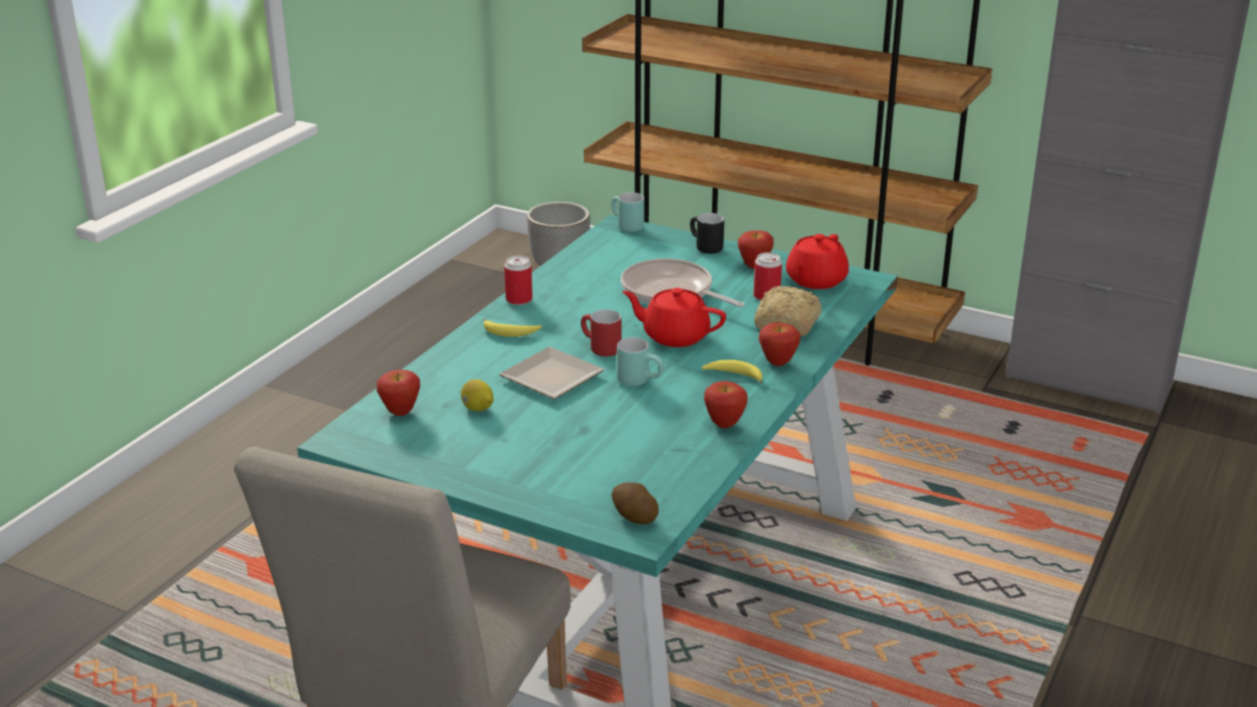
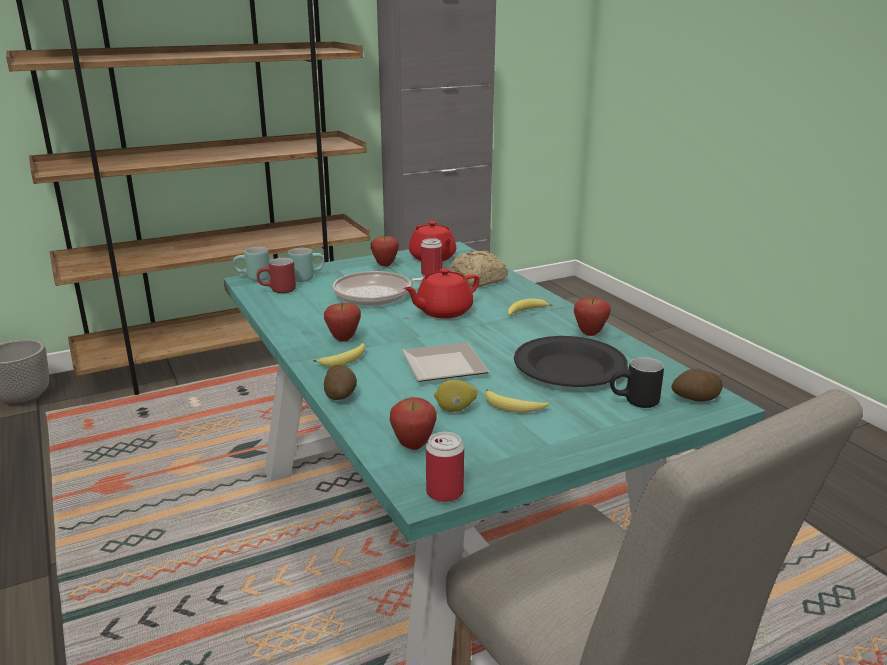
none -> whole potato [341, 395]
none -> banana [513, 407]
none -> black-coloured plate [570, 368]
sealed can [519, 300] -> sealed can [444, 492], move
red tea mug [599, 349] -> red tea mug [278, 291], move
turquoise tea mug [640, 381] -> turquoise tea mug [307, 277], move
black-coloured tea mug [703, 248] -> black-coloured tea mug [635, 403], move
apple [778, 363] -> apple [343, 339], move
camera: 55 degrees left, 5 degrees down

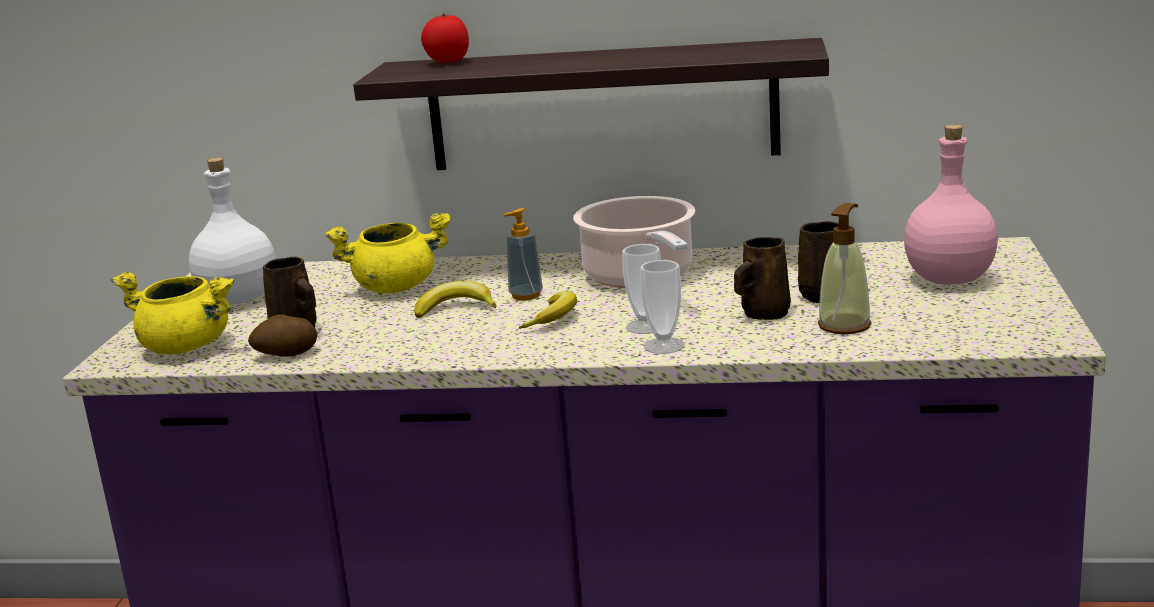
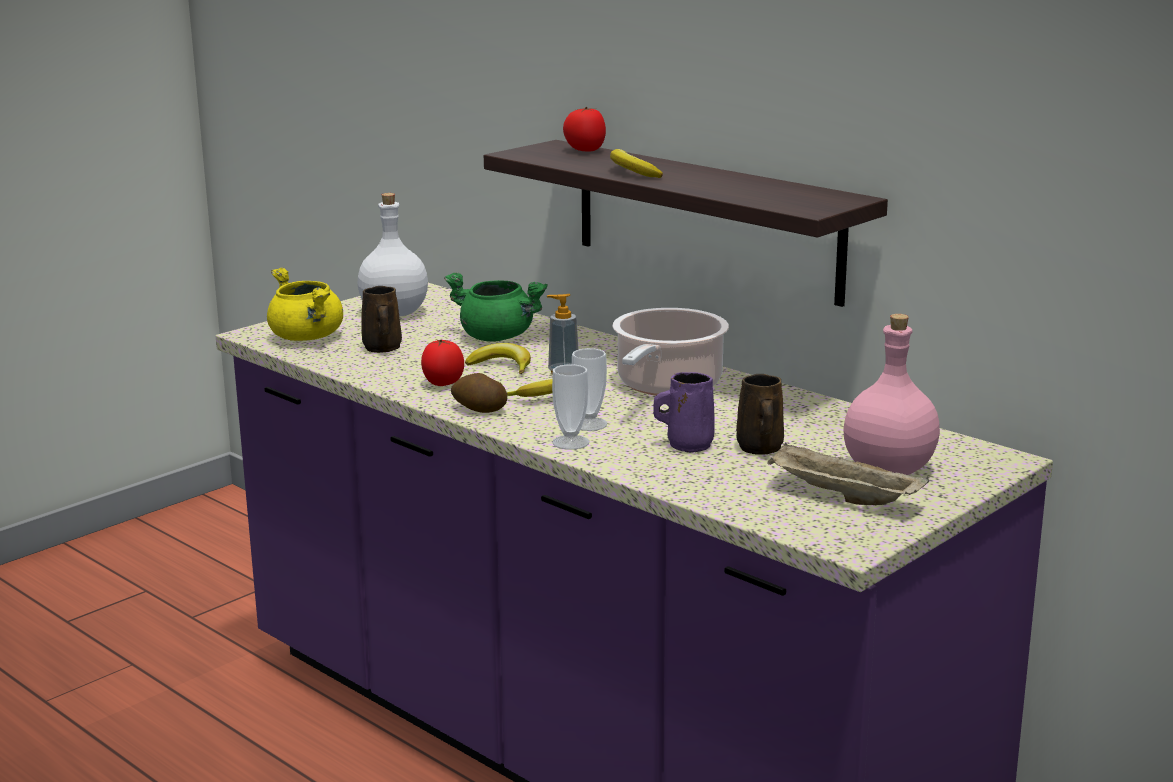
soap bottle [844, 325] -> none
none -> tomato [443, 384]
none -> banana [632, 172]
none -> beige-coloured carrying tray [841, 497]
whole potato [285, 355] -> whole potato [479, 410], move
yellow cooking pot [396, 287] -> green-coloured cooking pot [498, 337]
brownish tea mug [763, 314] -> purple-coloured tea mug [687, 445]
camera: 35 degrees right, 0 degrees up

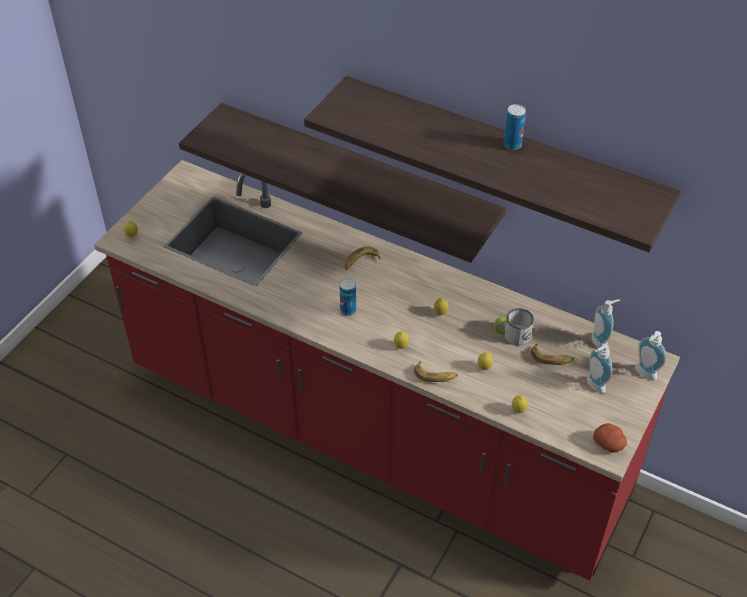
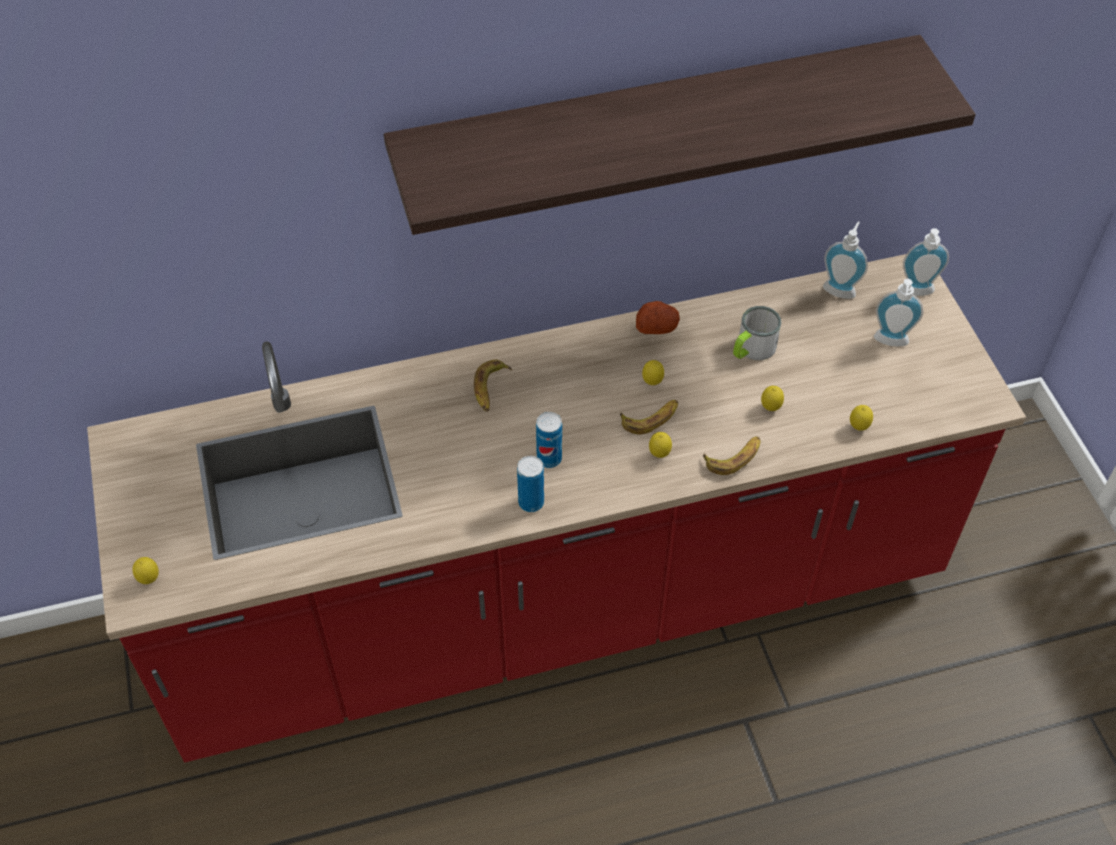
bracket shelf [357, 175] -> none
sealed can [512, 145] -> sealed can [531, 502], move
banana [551, 358] -> banana [650, 418], move
whole potato [609, 444] -> whole potato [657, 327], move
camera: 45 degrees left, 5 degrees up

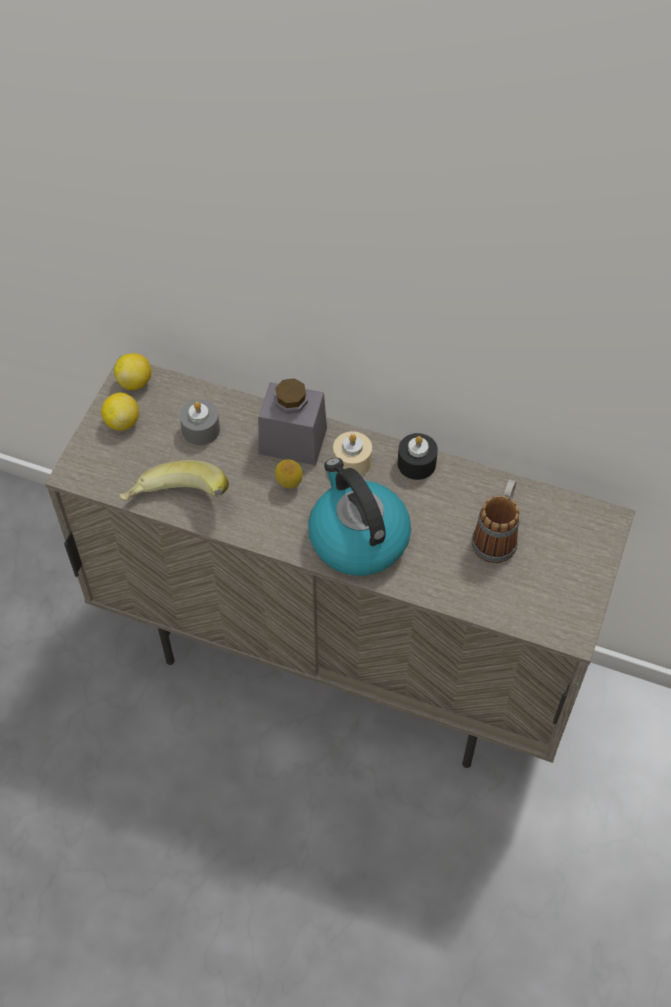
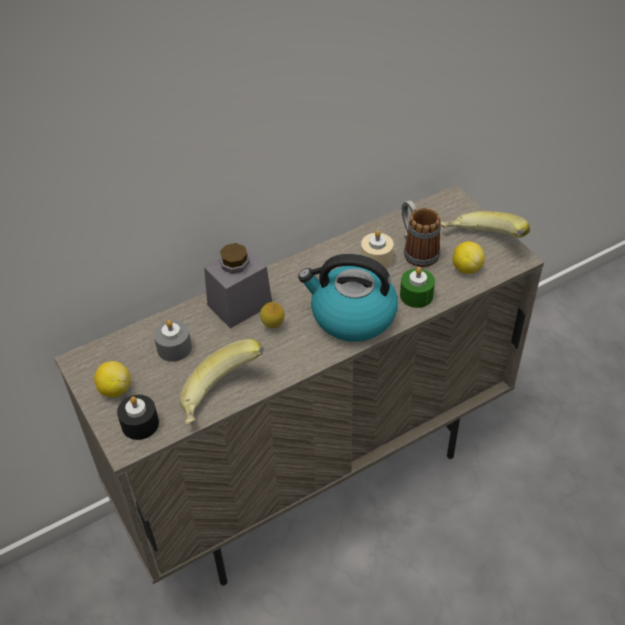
none -> green-coloured candle [416, 295]
none -> banana [481, 243]
whole lemon [135, 382] -> whole lemon [466, 268], move
beige-coloured candle [352, 461] -> beige-coloured candle [376, 259], move
black-coloured candle [416, 463] -> black-coloured candle [140, 424], move
camera: 50 degrees left, 10 degrees down

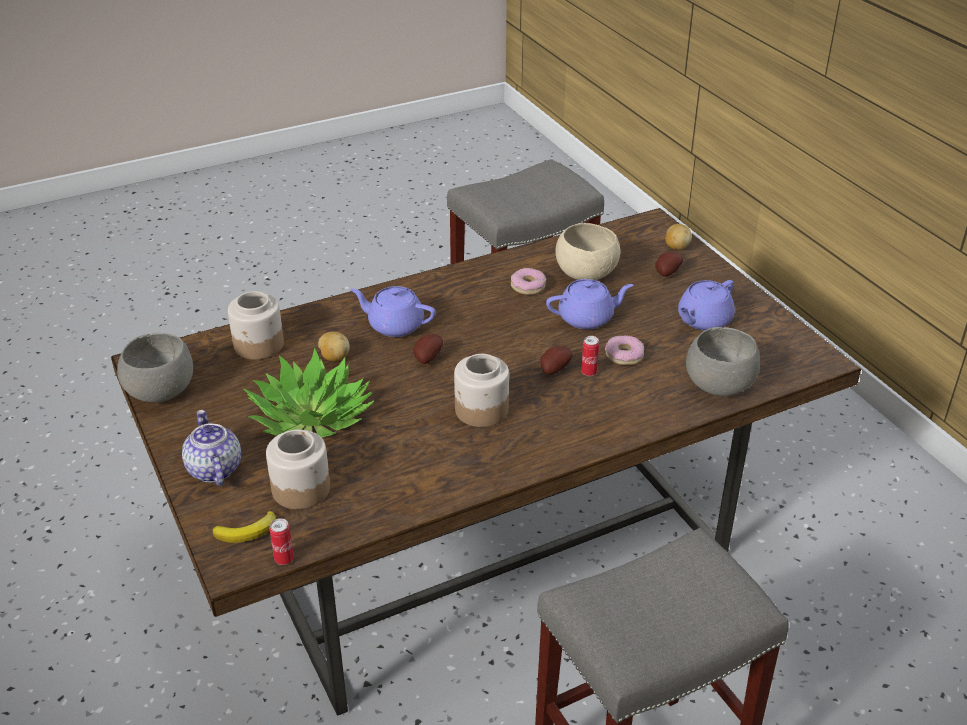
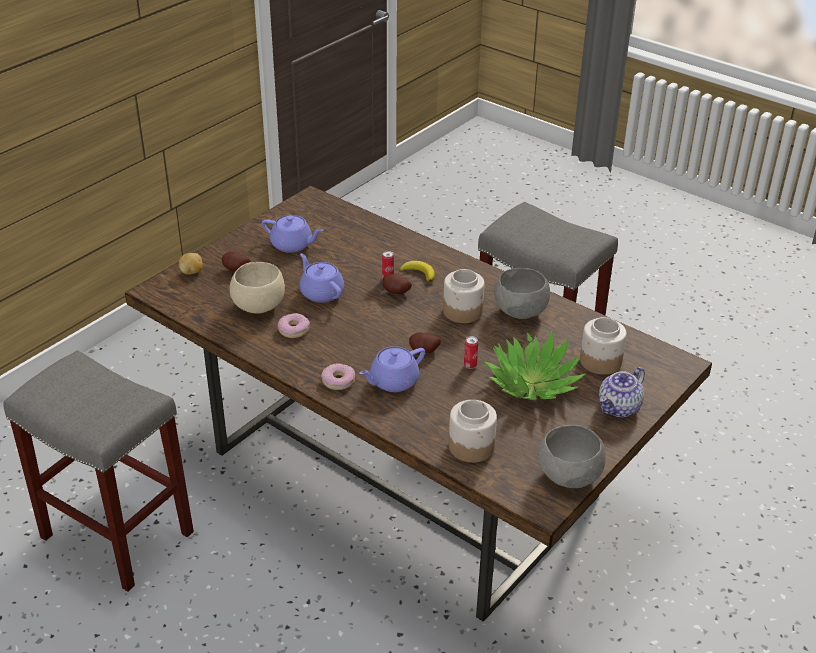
whole potato [334, 357] -> none
banana [247, 532] -> banana [419, 273], move
sealed can [284, 559] -> sealed can [470, 365], move
doughnut [624, 355] -> doughnut [338, 381], move
greyish serving bowl [718, 385] -> greyish serving bowl [520, 312], move
purple-coloured tea pot [394, 325] -> purple-coloured tea pot [393, 381], 60 degrees clockwise
camera: 115 degrees left, 0 degrees up

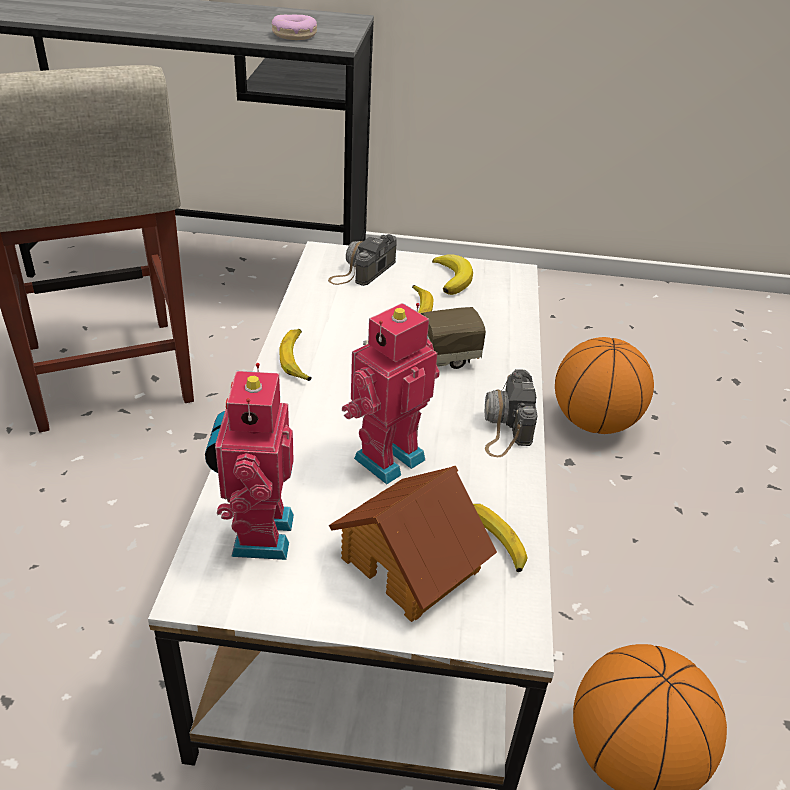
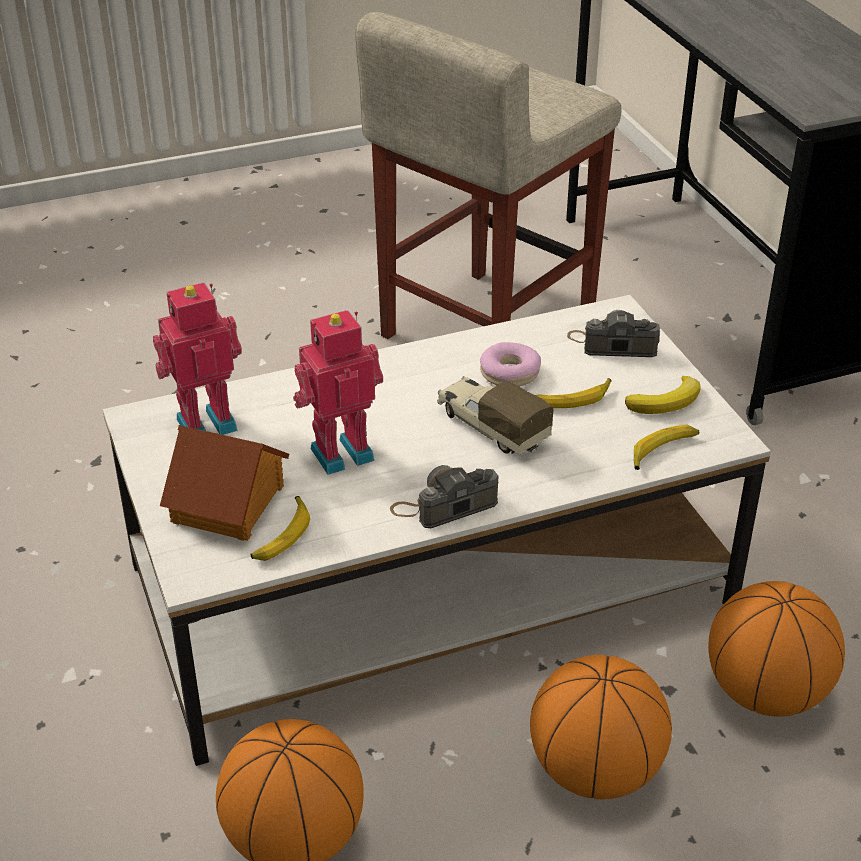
none -> basketball ball [594, 771]
doughnut [294, 35] -> doughnut [510, 373], move
banana [297, 360] -> banana [662, 451], move
toy robot [386, 456] -> toy robot [340, 451], 45 degrees counterclockwise
camera: 65 degrees right, 0 degrees up

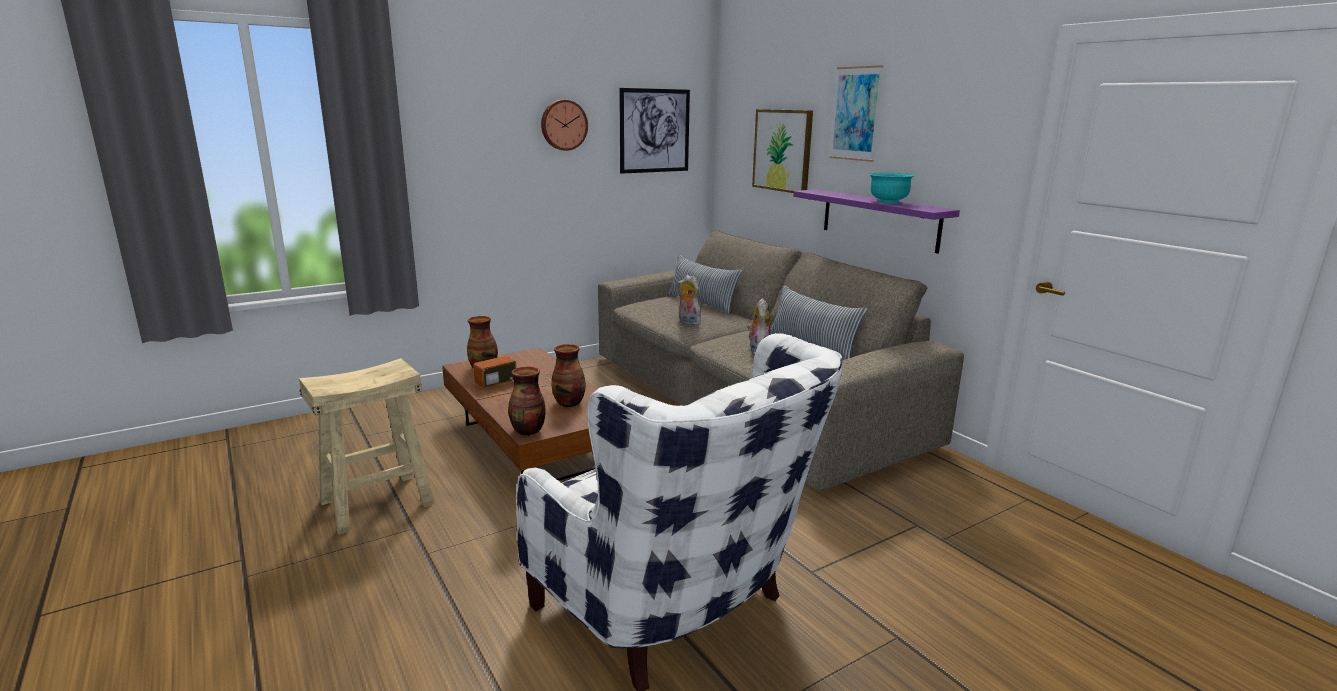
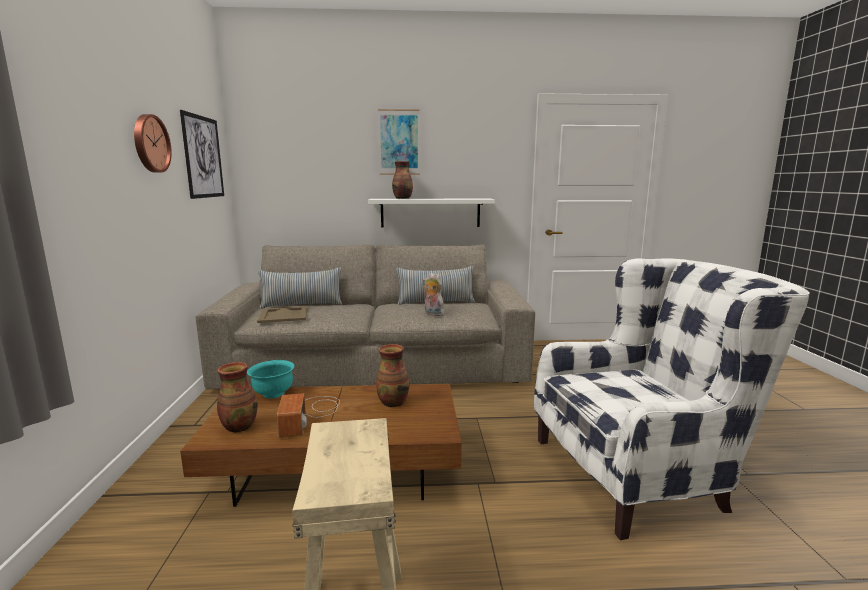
plush toy [687, 322] -> none
wall art [782, 150] -> none
none -> beige-coloured carrying tray [283, 315]
flower vase [528, 431] -> flower vase [403, 198], move
turquoise serving bowl [888, 202] -> turquoise serving bowl [273, 394], move
purple-coloured bracket shelf [879, 219] -> white bracket shelf [430, 212]
camera: 60 degrees left, 5 degrees down

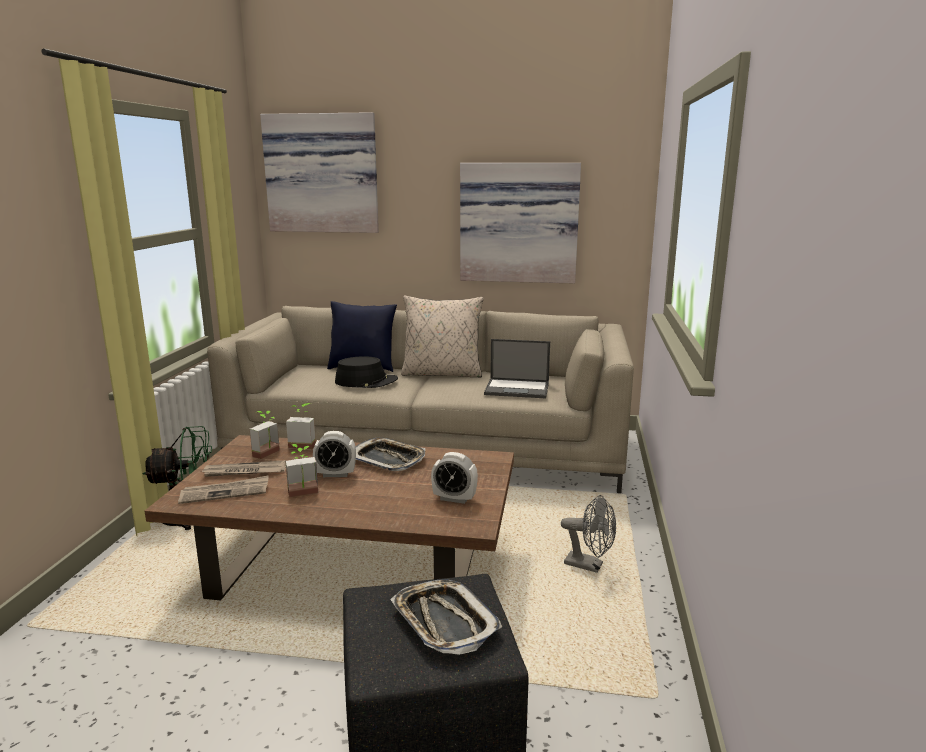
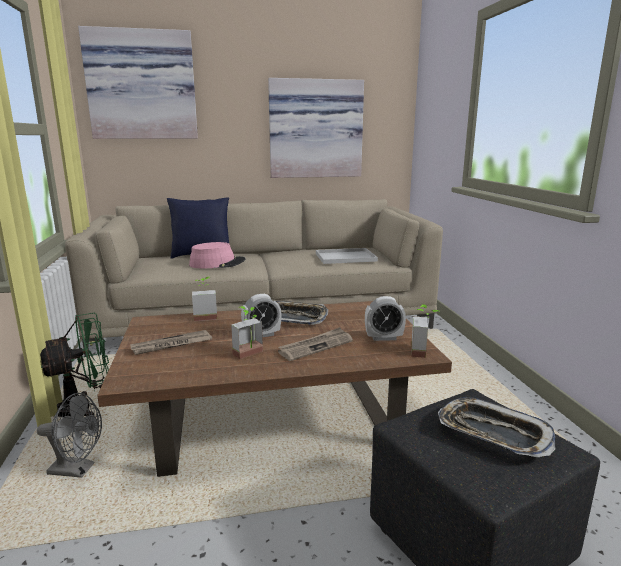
beige-coloured throw pillow [442, 373] -> none
daily paper [225, 492] -> daily paper [316, 346], move
potted plant [270, 454] -> potted plant [424, 351], move
greyish electric fan [589, 566] -> greyish electric fan [78, 470], move
laptop [518, 389] -> white carrying tray [346, 257]
black-coloured hat [366, 381] -> pinkish hat [217, 263]
camera: 20 degrees left, 0 degrees up

